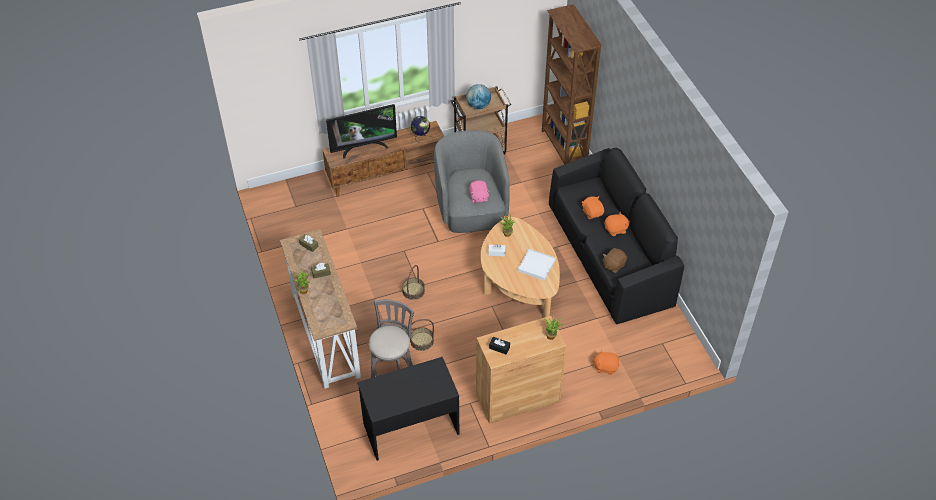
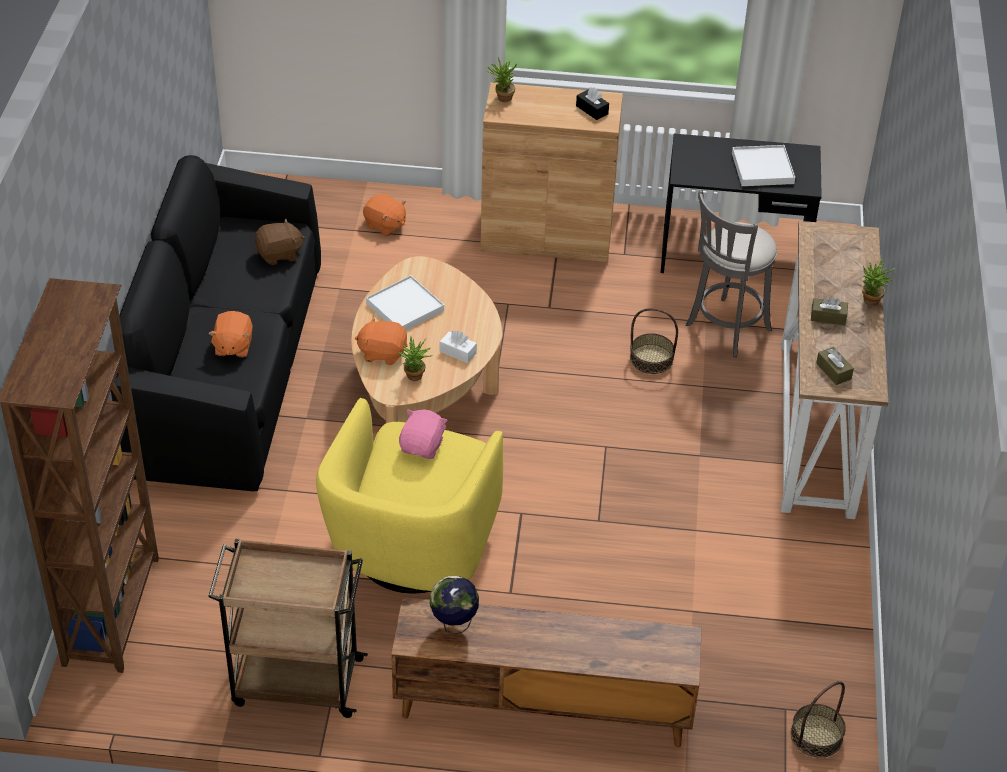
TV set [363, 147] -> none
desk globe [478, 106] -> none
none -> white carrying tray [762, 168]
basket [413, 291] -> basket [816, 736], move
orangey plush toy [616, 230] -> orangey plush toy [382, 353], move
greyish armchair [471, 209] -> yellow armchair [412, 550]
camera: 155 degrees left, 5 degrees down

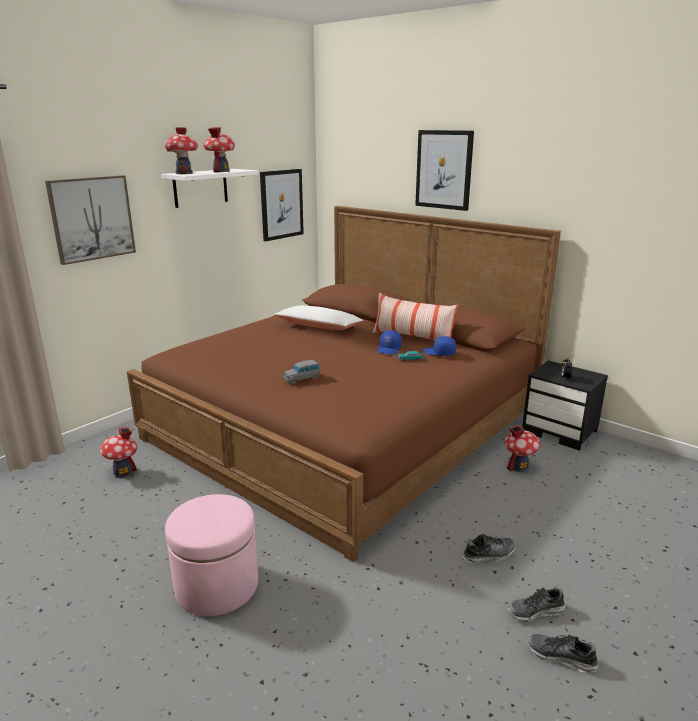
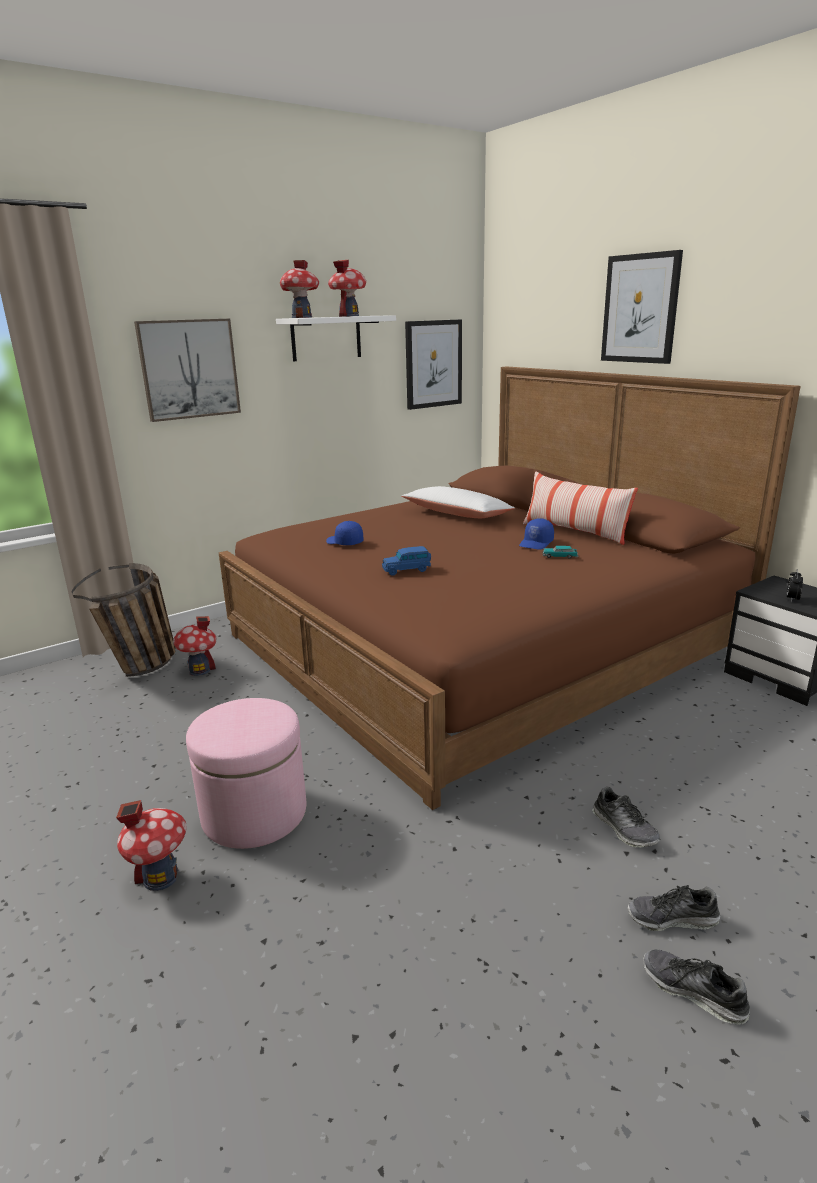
none -> basket [143, 668]
bluish baseball cap [439, 353] -> bluish baseball cap [344, 542], move
toy house [518, 467] -> toy house [160, 877], move
greyish model car [302, 379] -> bluish model car [407, 570]
item of footwear [488, 555] -> item of footwear [624, 829], 60 degrees clockwise
camera: 15 degrees right, 0 degrees up

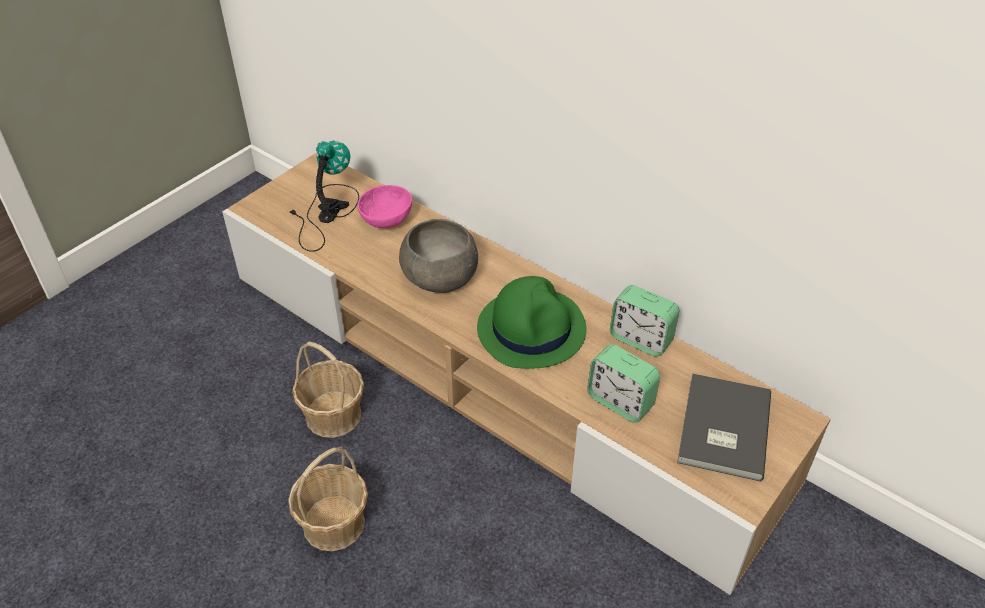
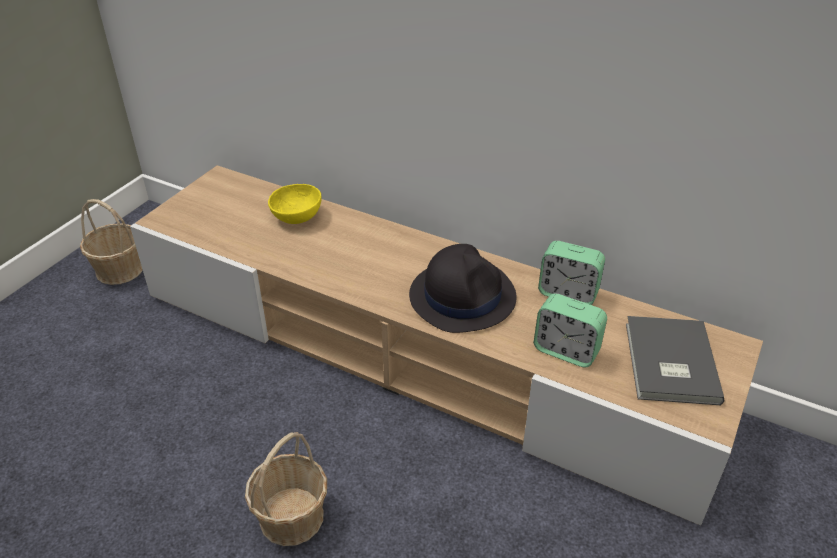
table lamp [325, 213] -> none
greyish serving bowl [440, 277] -> none
basket [333, 415] -> basket [119, 269], move
pinkish serving bowl [385, 219] -> yellow serving bowl [296, 217]
green-coloured hat [531, 328] -> black-coloured hat [462, 296]
camera: 10 degrees left, 5 degrees down

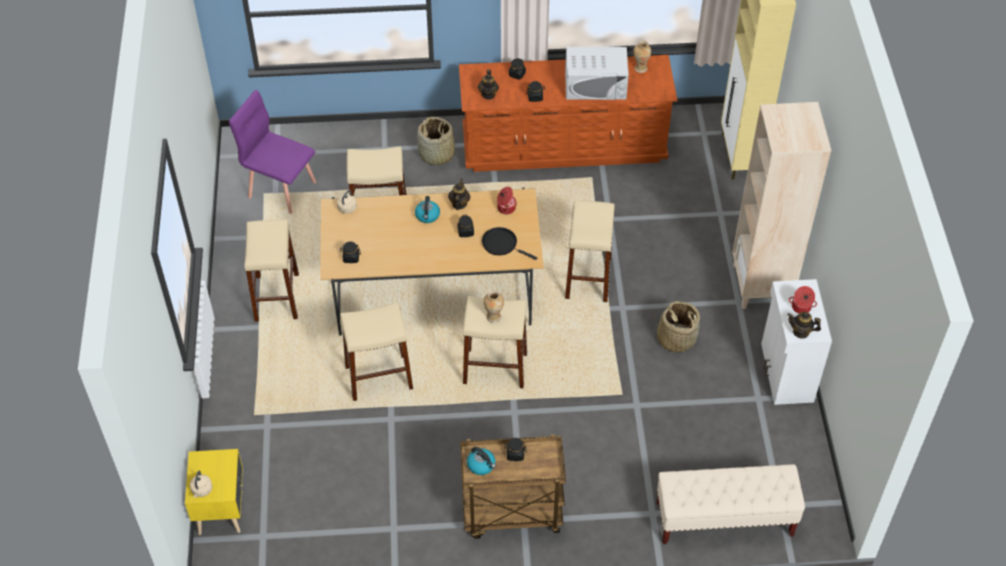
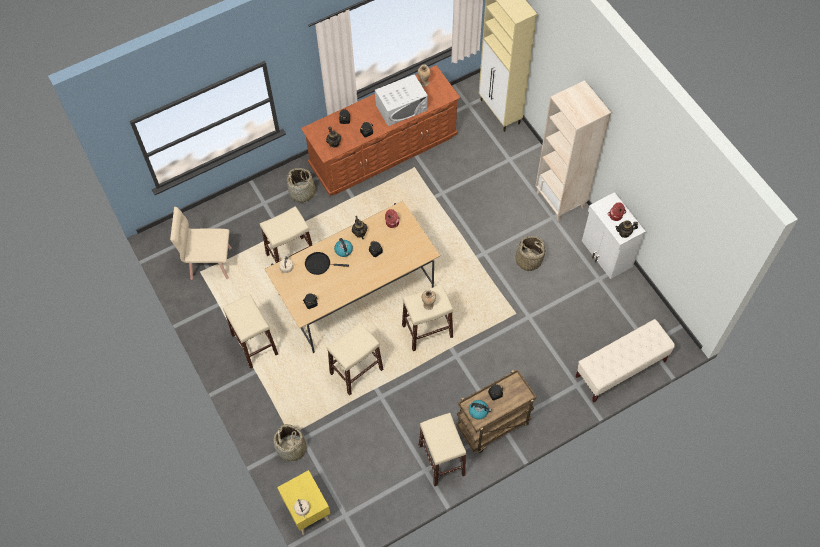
none -> basket [291, 448]
black-coloured frying pan [502, 244] -> black-coloured frying pan [319, 264], move
beige-coloured stool seat [588, 278] -> beige-coloured stool seat [442, 460], move
purple-coloured plain chair [281, 189] -> beige-coloured plain chair [210, 263]
camera: 25 degrees left, 10 degrees up

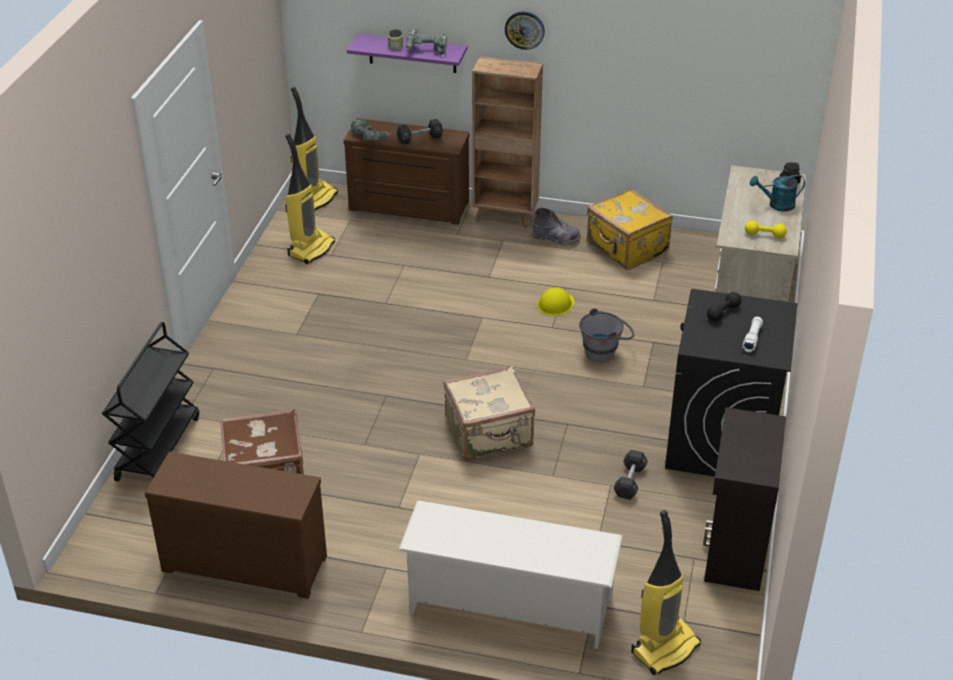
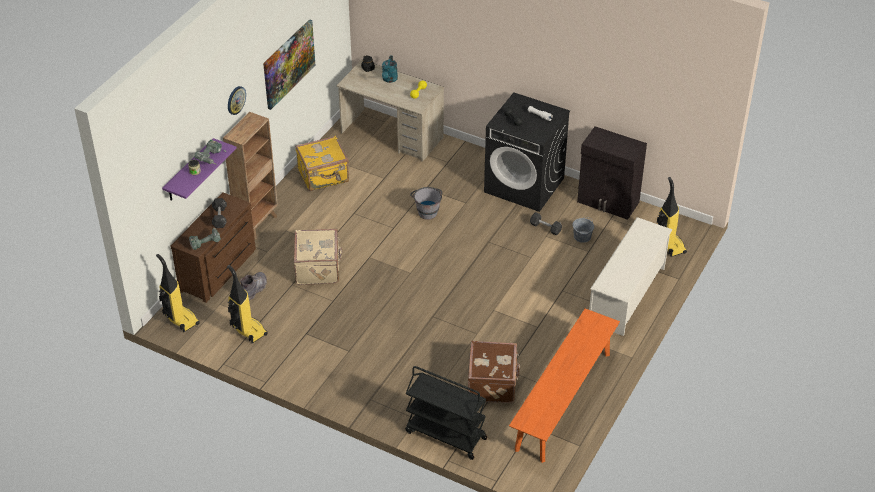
yellow hard hat [555, 304] -> none
none -> wall art [288, 63]
none -> greyish water bucket [582, 237]
beige-coloured piece of luggage [489, 434] -> beige-coloured piece of luggage [318, 268], move
greyish tall boot [556, 238] -> greyish tall boot [254, 289], move
brownish chest of drawers [246, 560] -> orangey bench [563, 401]
camera: 75 degrees left, 5 degrees up

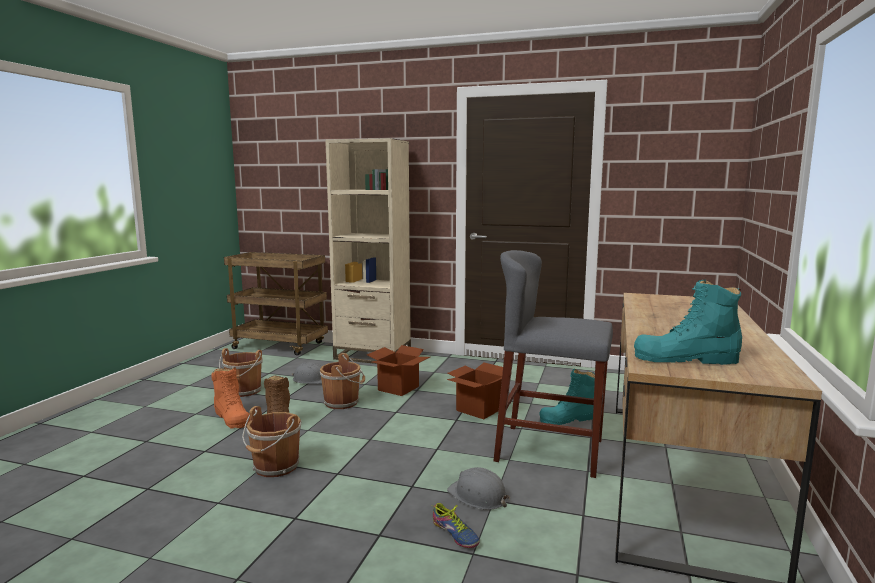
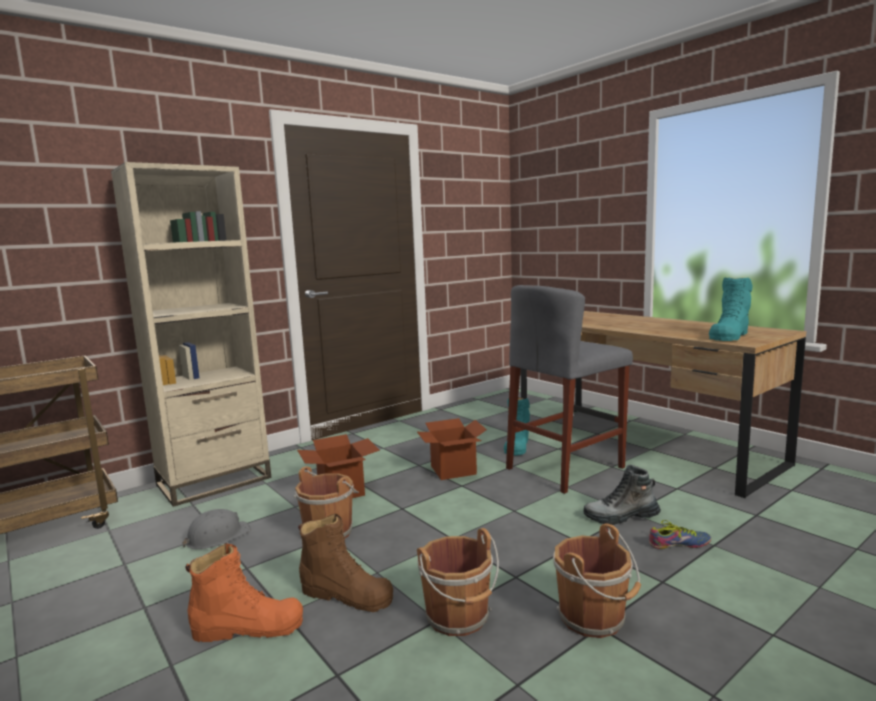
brownish water bucket [244, 391] -> brownish water bucket [594, 618], move
greyish hard hat [478, 496] -> tall boot [621, 517]
camera: 55 degrees left, 0 degrees up

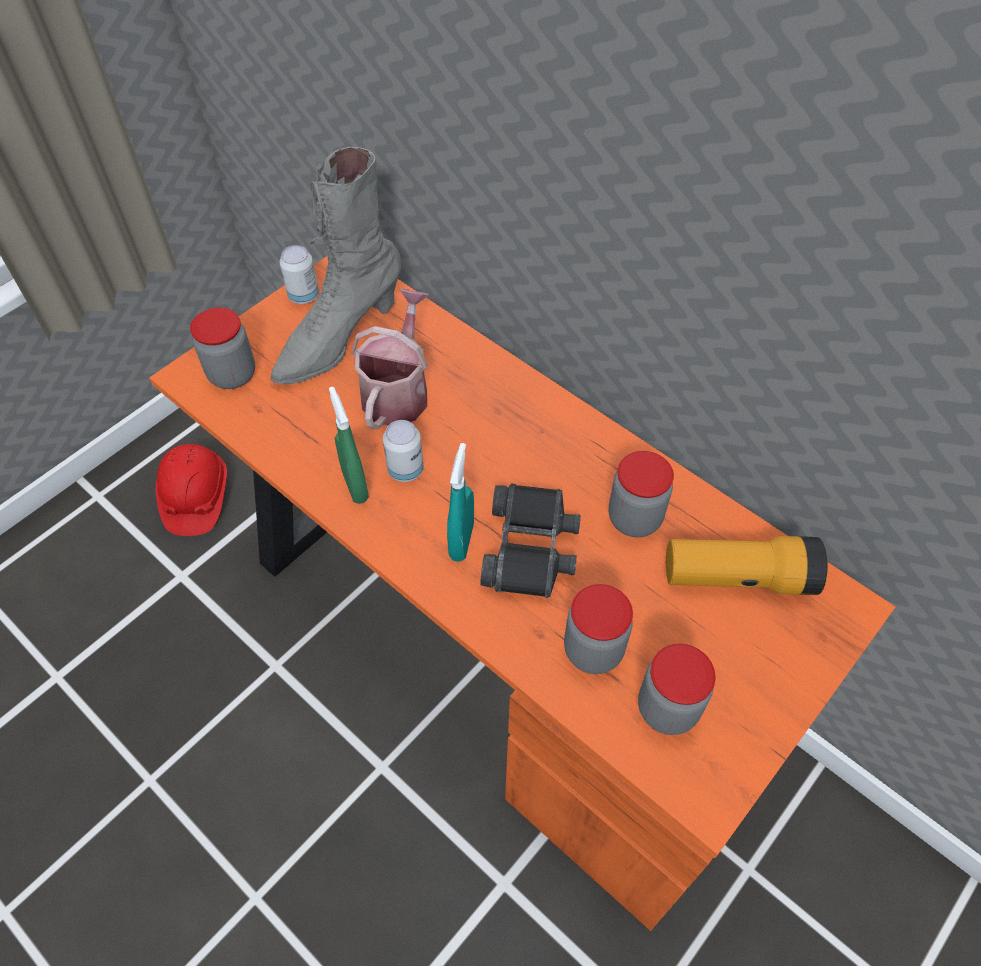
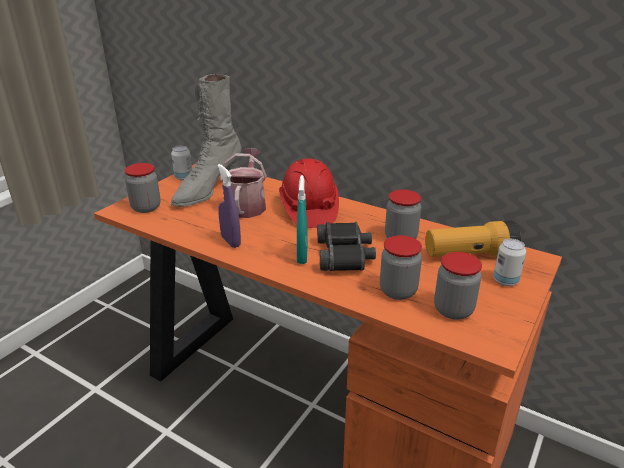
red hard hat [196, 498] -> red hard hat [309, 210], move
sealed can [405, 470] -> sealed can [505, 281], move
green-coloured hand sprayer [355, 485] -> purple-coloured hand sprayer [231, 241]
camera: 10 degrees left, 25 degrees down

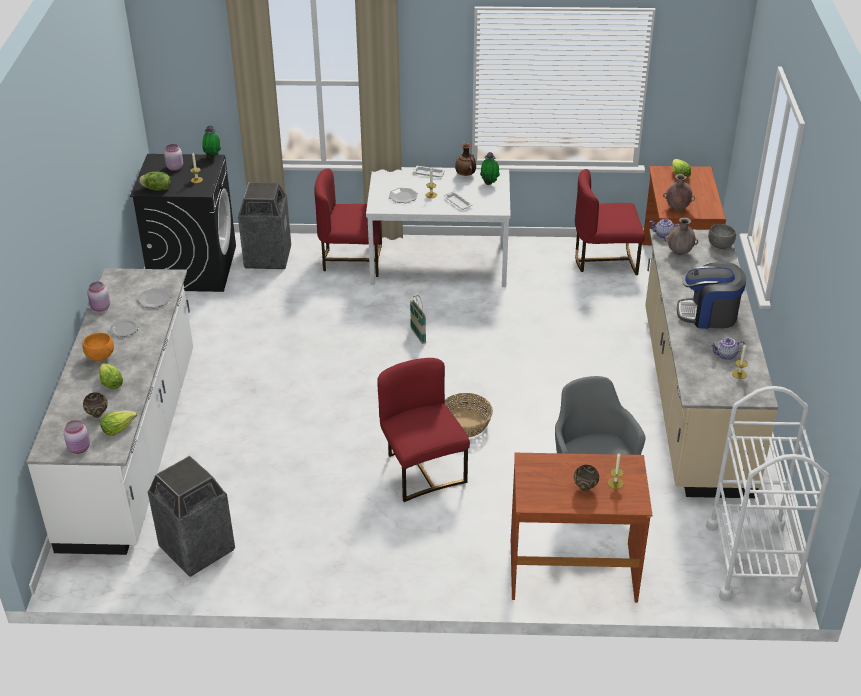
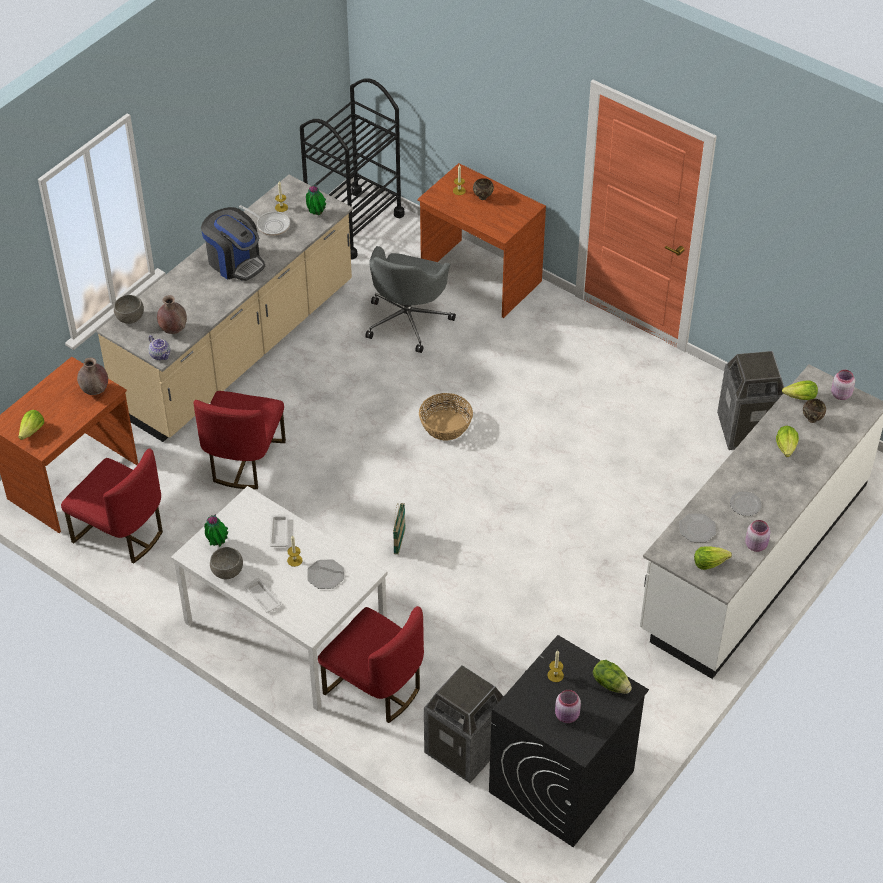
orangey serving bowl [101, 356] -> none
none -> lettuce head [709, 562]
potted plant [213, 157] -> potted plant [316, 214], move
red plain chair [422, 469] -> red plain chair [244, 461], move
flower vase [465, 175] -> greyish serving bowl [227, 571]
tea pot [725, 356] -> frying pan [271, 225]
white cart [752, 561] -> black-coloured cart [354, 224]
camera: 145 degrees left, 10 degrees up

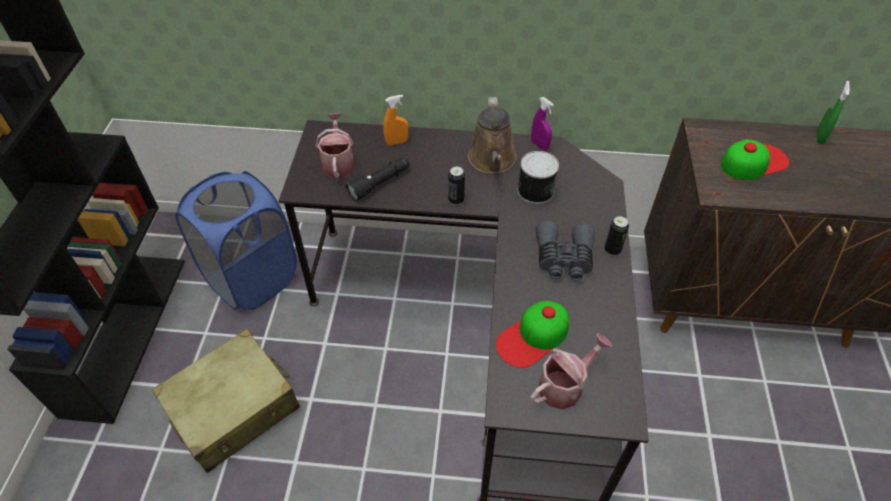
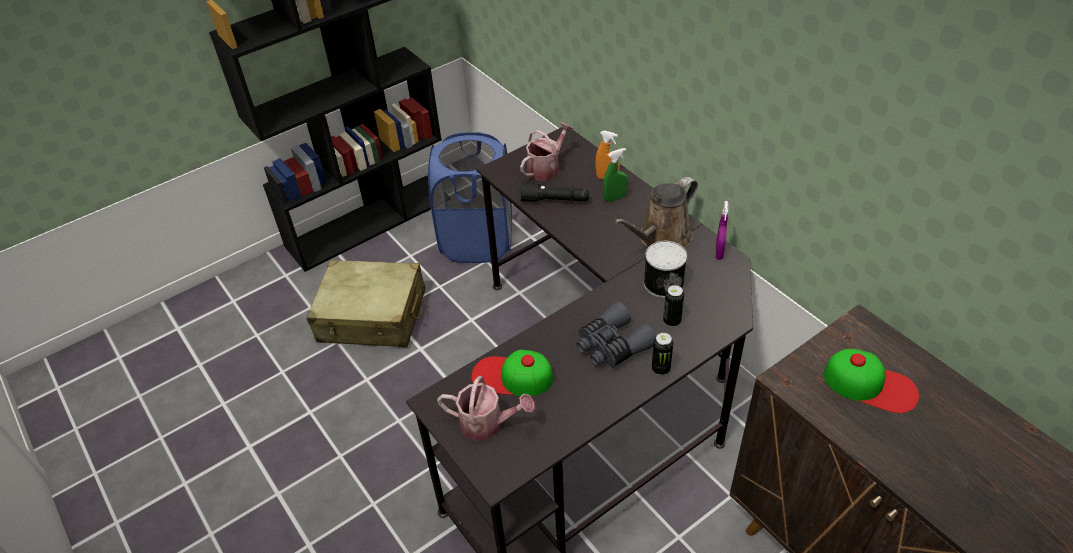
sealed can [456, 200] -> sealed can [672, 321], move
green-coloured hand sprayer [820, 137] -> green-coloured hand sprayer [615, 198], move
camera: 50 degrees right, 5 degrees down

